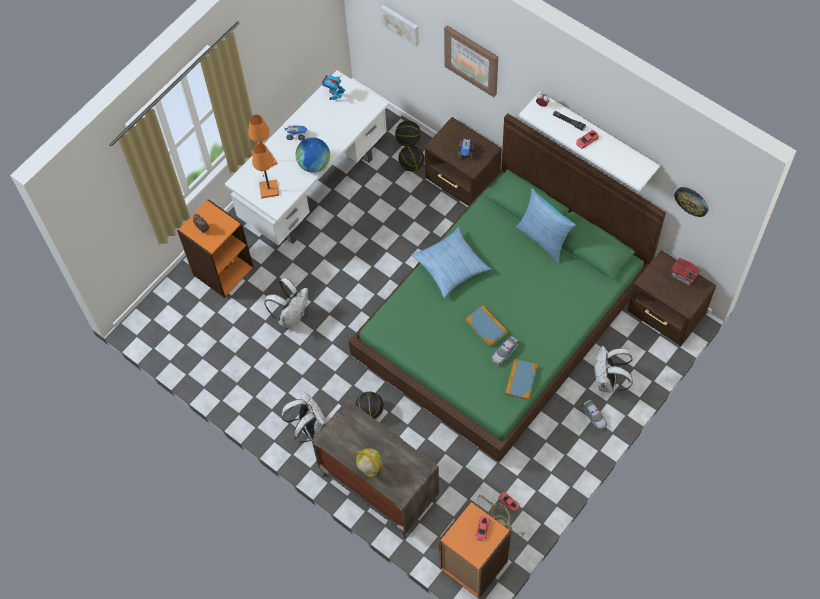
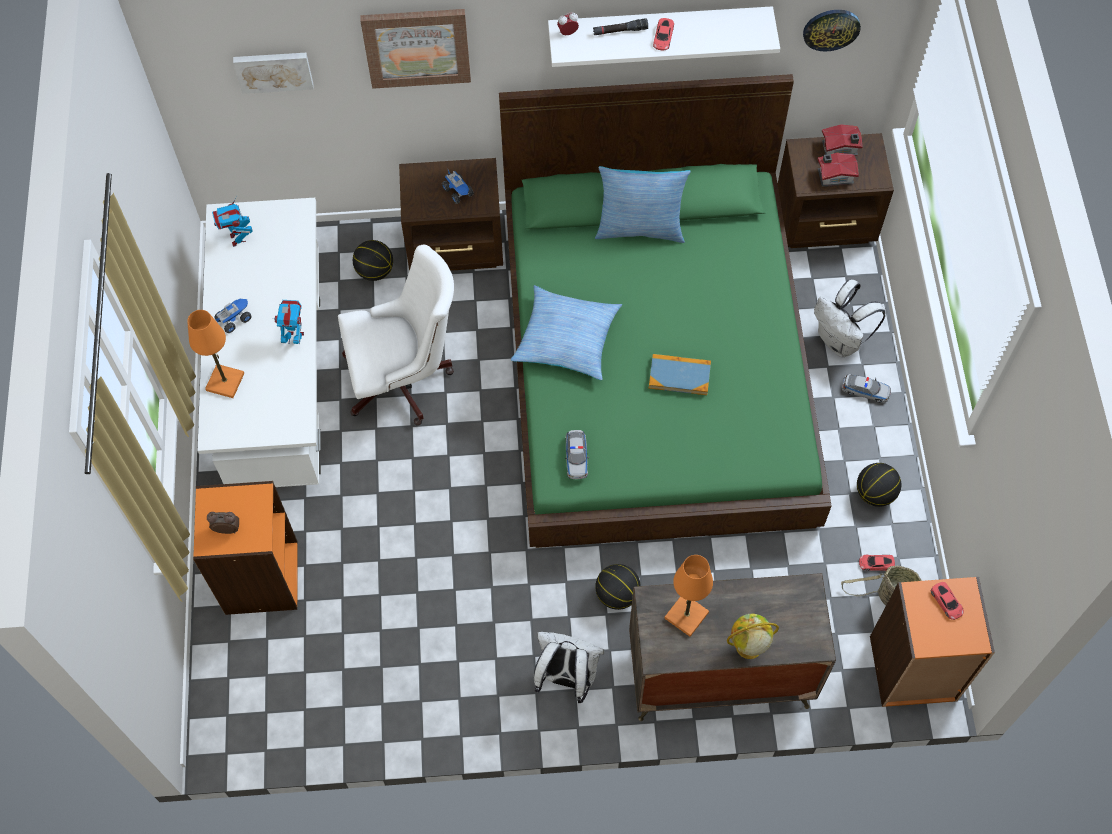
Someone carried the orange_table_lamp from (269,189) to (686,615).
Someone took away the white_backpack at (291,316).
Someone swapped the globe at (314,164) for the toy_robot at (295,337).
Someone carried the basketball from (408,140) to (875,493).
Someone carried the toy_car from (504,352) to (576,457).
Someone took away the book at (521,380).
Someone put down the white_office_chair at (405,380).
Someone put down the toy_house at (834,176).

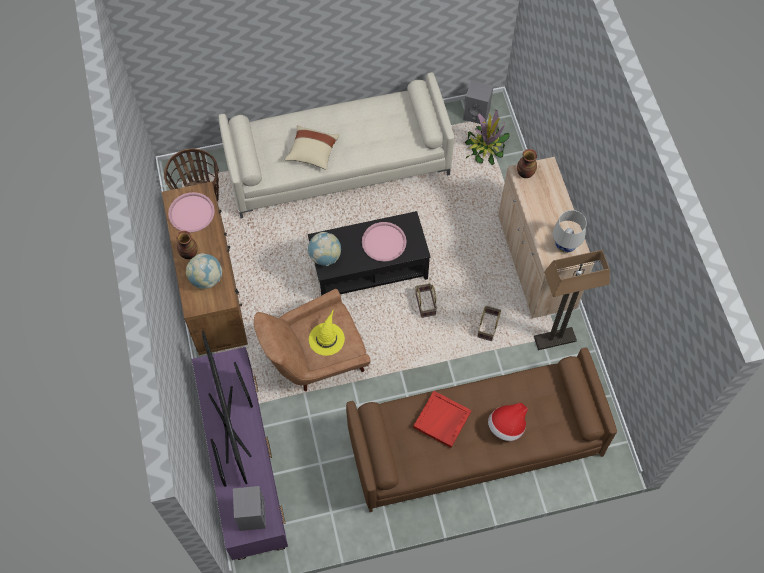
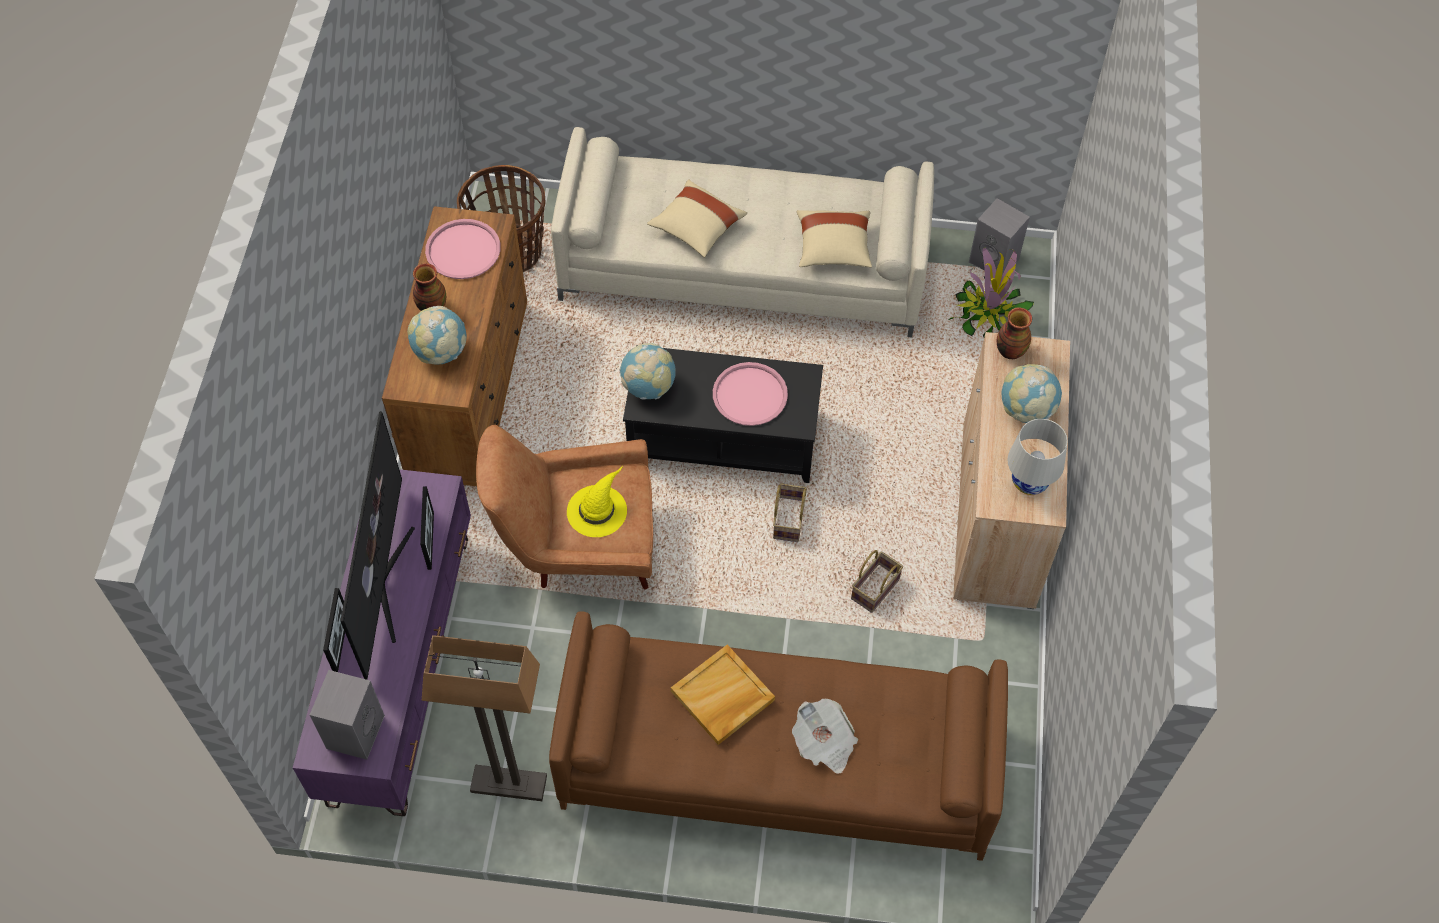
Someone repainted the red_tray at (442,420), which became the beige_tray at (722,697).
Someone swapped the hat at (507,426) for the newspaper at (824,743).
Someone carried the floor_lamp from (554,339) to (508,784).
Someone put down the beige_pillow at (833,248).
Someone put down the globe at (1026,410).

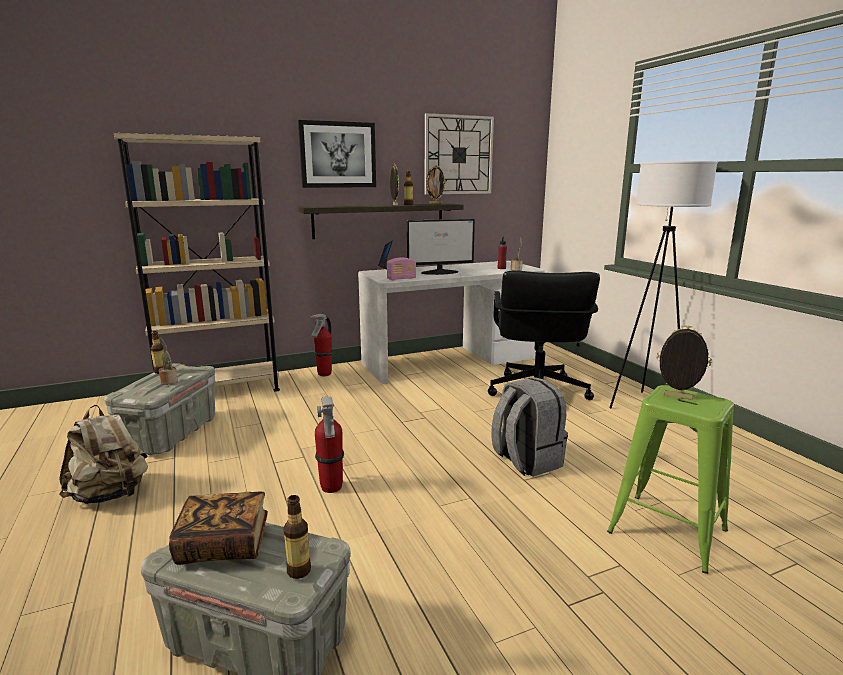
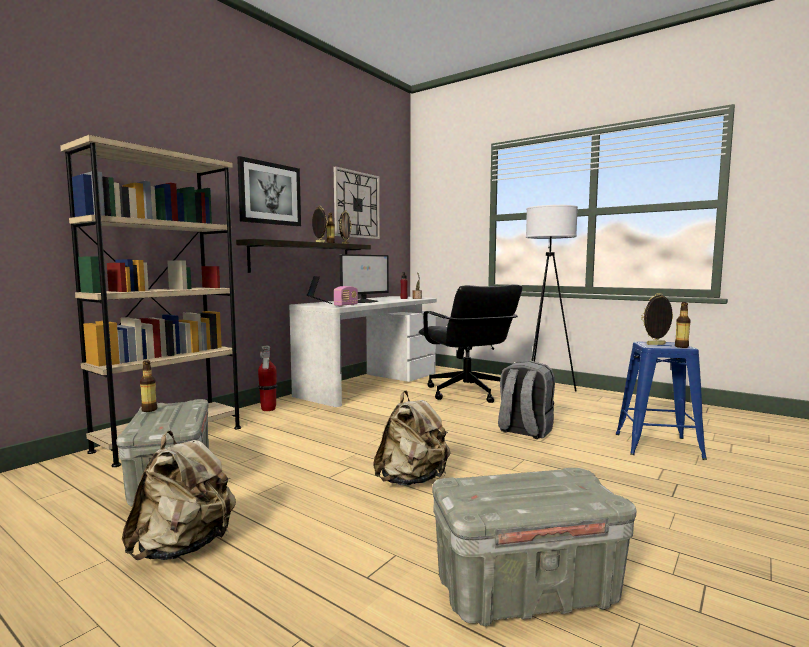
Someone took away the potted_plant at (169,381).
Someone took away the book at (223,544).
Someone carried the bottle from (299,571) to (681,347).
Someone swapped the fire_extinguisher at (331,488) for the beige_backpack at (412,480).
Someone repainted the green_stool at (668,531), which became the blue_stool at (658,446).

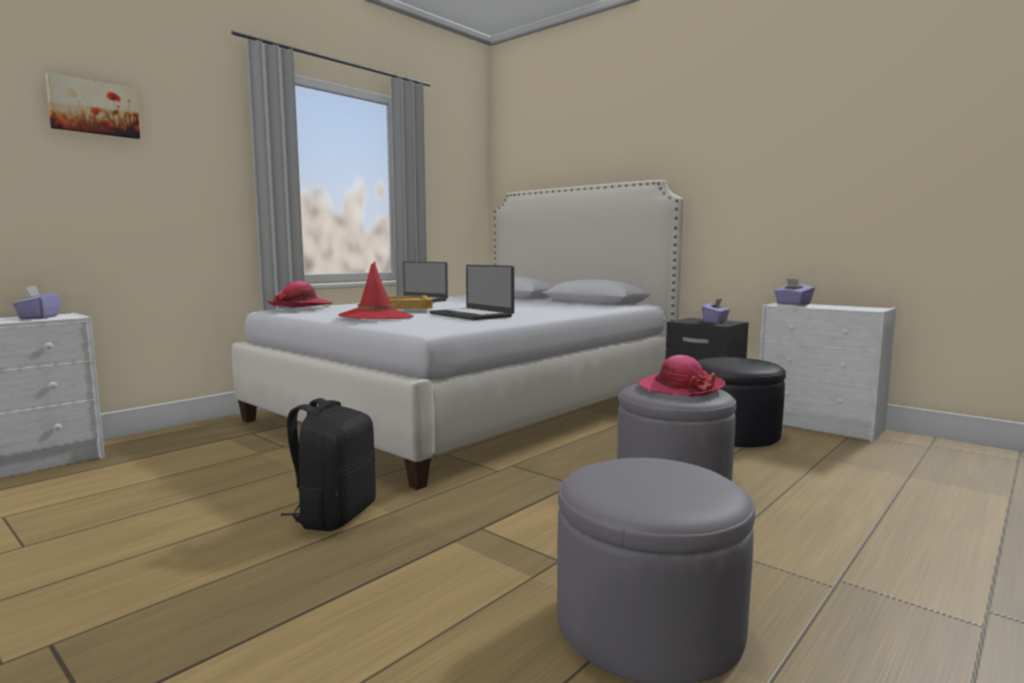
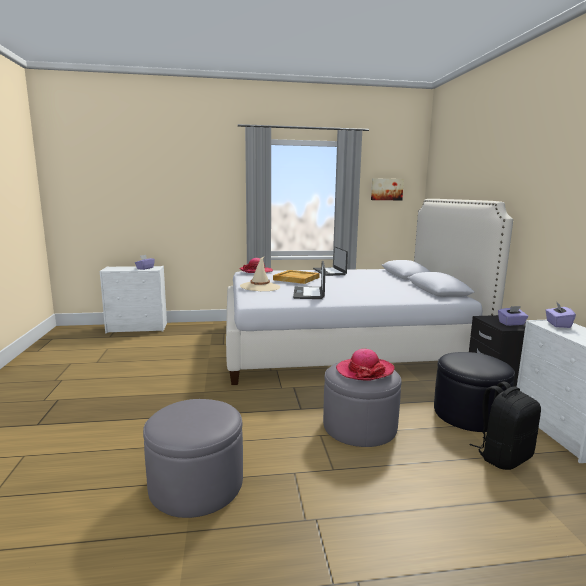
Someone carried the picture from (93,108) to (386,189).
Someone carried the black_backpack from (334,516) to (503,457).
Someone repainted the red_hat at (376,317), which became the beige_hat at (260,287).

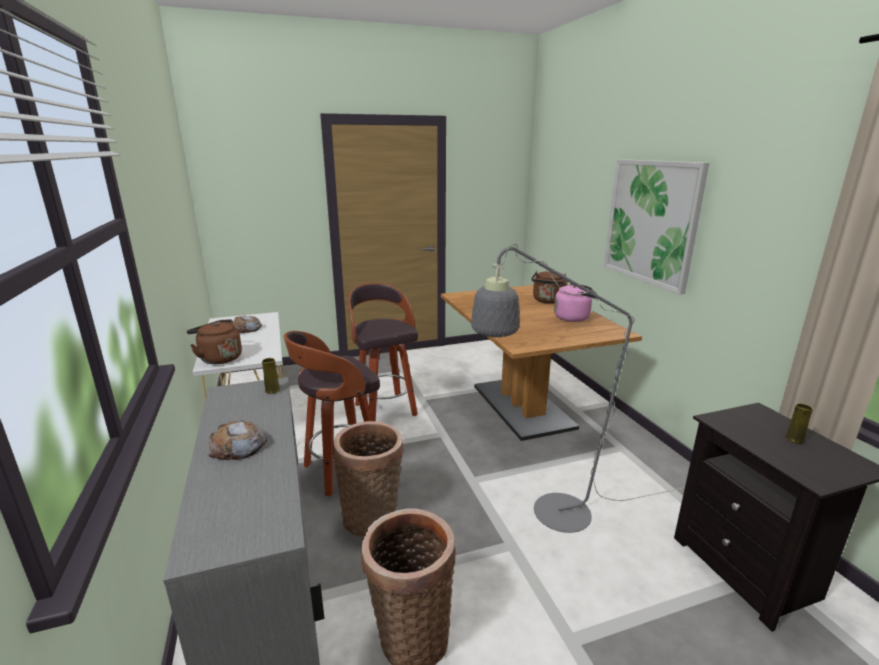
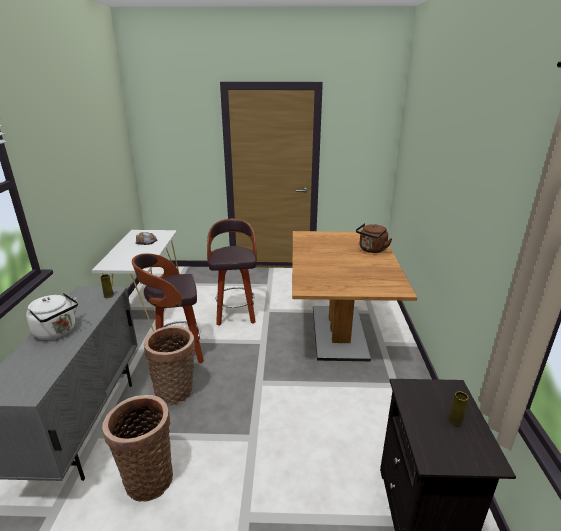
Someone took away the brown_kettle at (219,358).
Someone swapped the bread at (238,446) for the white_kettle at (58,332).
Someone took away the grey_floor_lamp at (548,515).
Someone took away the pink_kettle at (574,318).
Someone took away the picture at (651,222).

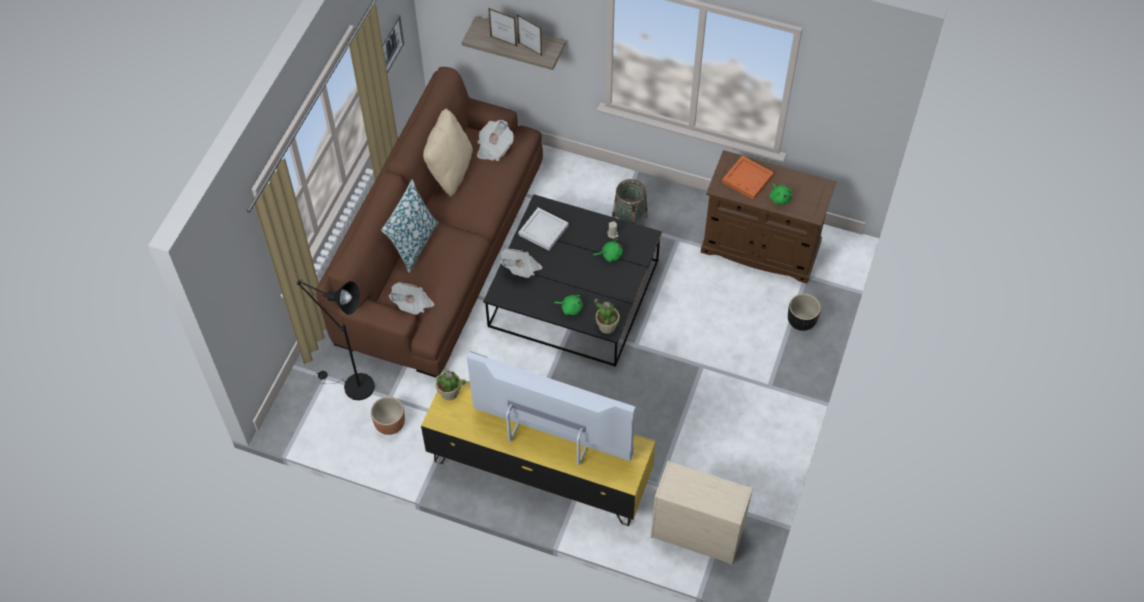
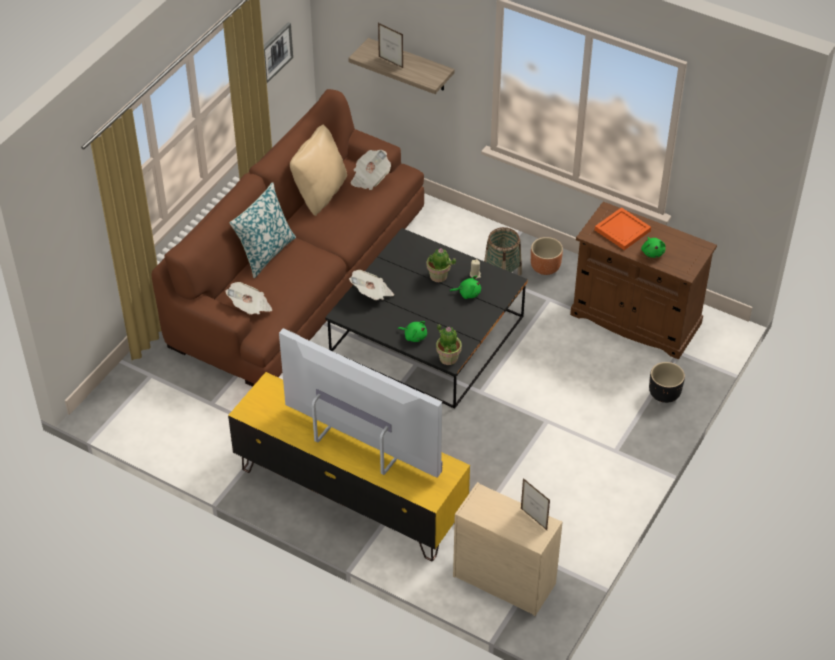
Someone took away the black_floor_lamp at (353,386).
Someone carried the brown_planter from (390,424) to (545,268).
Someone carried the potted_plant from (449,392) to (438,276).
Someone carried the picture_frame from (530,49) to (533,519).
Someone took away the white_tray at (543,229).

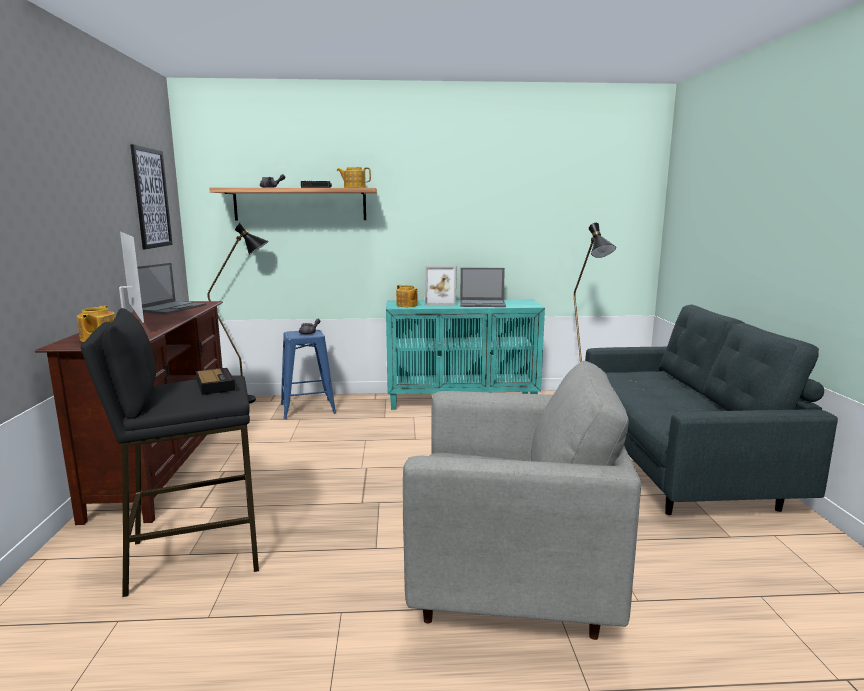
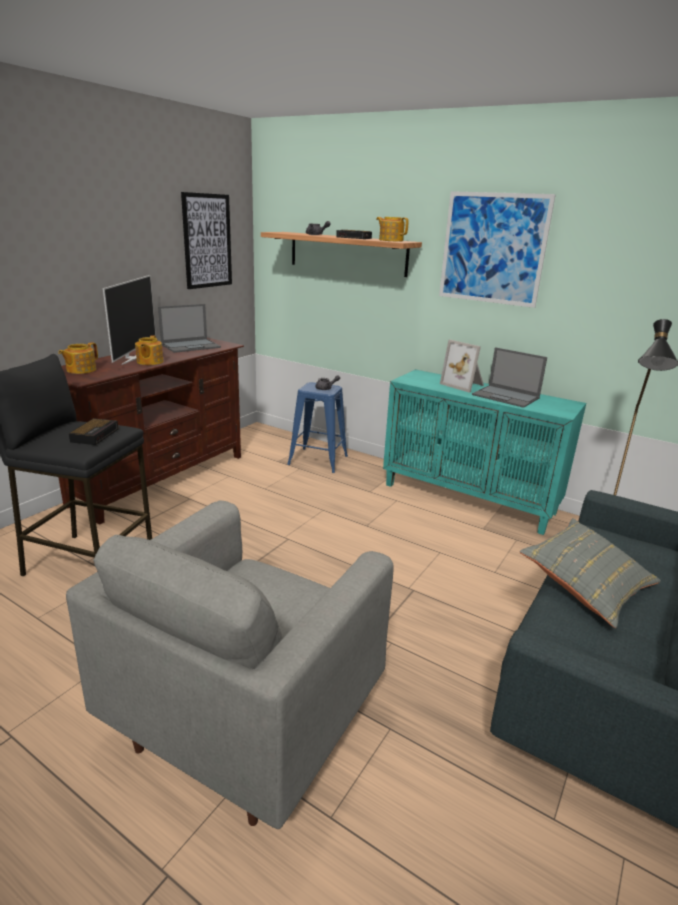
Someone took away the black_floor_lamp at (252,400).
Someone carried the teapot from (407,305) to (149,362).
Someone rotated the grey_armchair at (512,585) by 75 degrees clockwise.
Someone put up the picture at (493,249).
Someone put down the grey_pillow at (585,585).

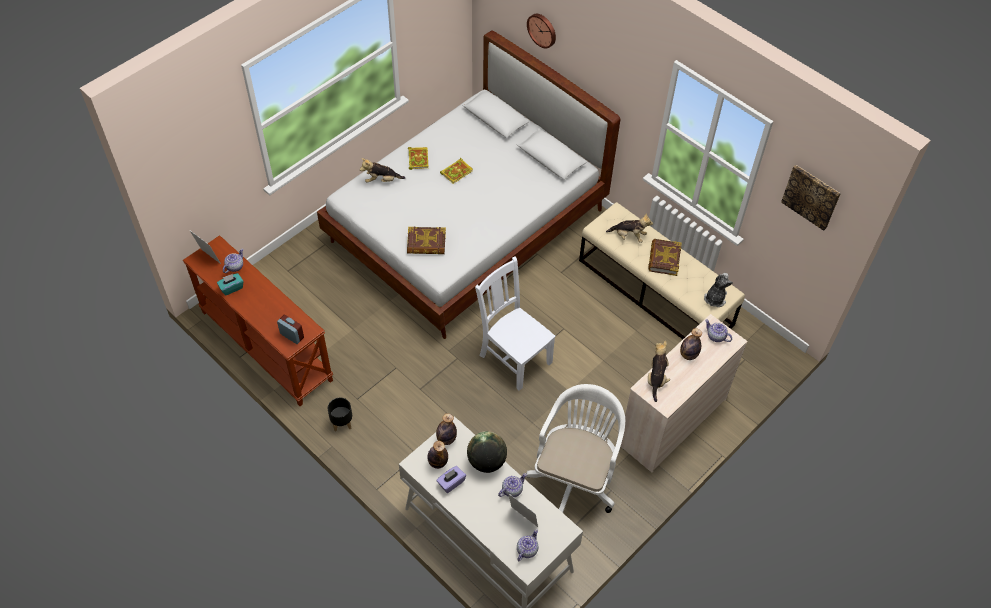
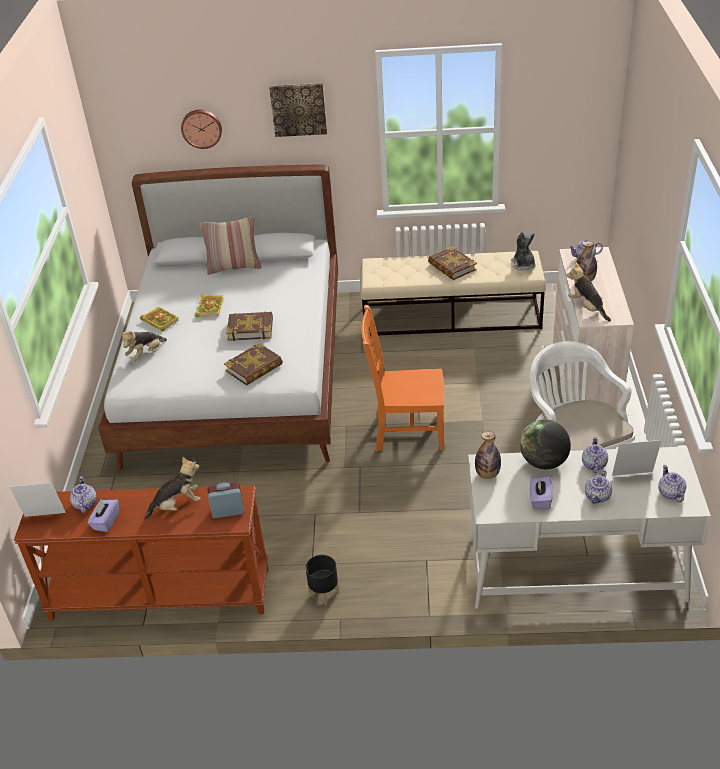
Someone repainted the turquoise_tissue_box at (231,288), which became the purple_tissue_box at (106,522).
Someone took away the bottle at (438,462).
Someone repainted the white_chair at (514,357), which became the orange_chair at (406,431).
Someone carried the plush_toy from (629,236) to (177,505).
Someone carried the picture from (811,196) to (298,109).
Someone put down the pillow at (234,267).
Someone put down the book at (250,329).
Someone put down the teapot at (598,497).

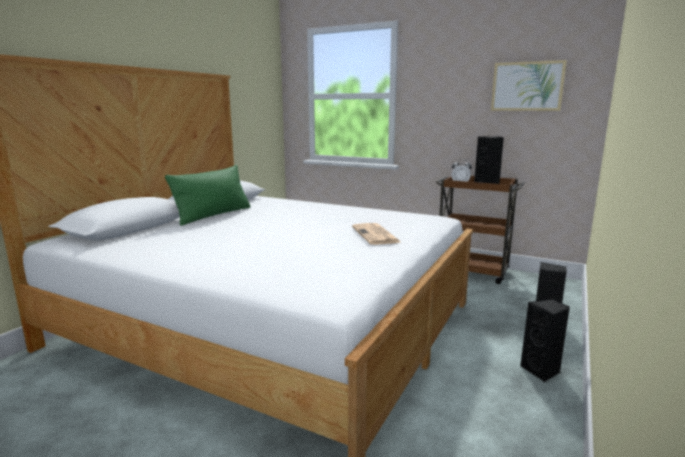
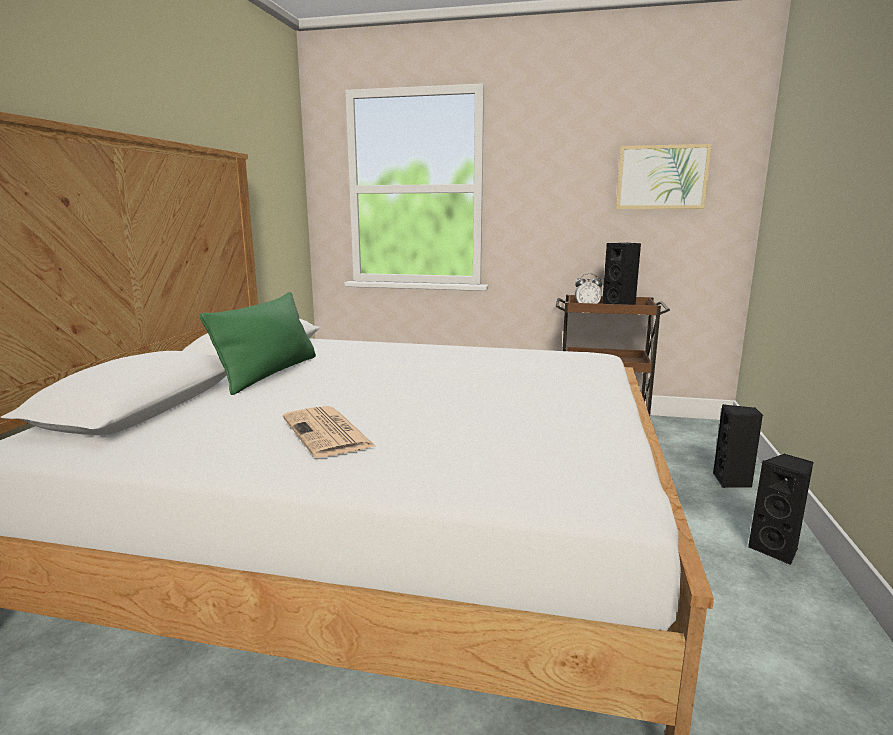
Someone carried the newspaper from (376,235) to (328,433).

